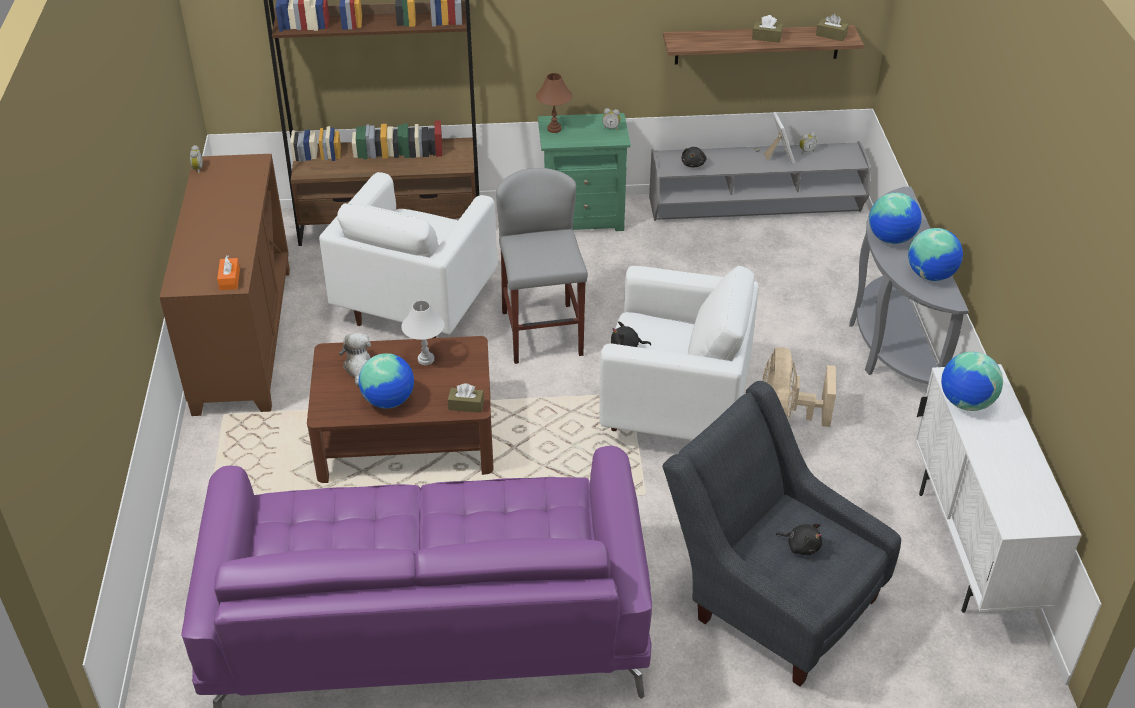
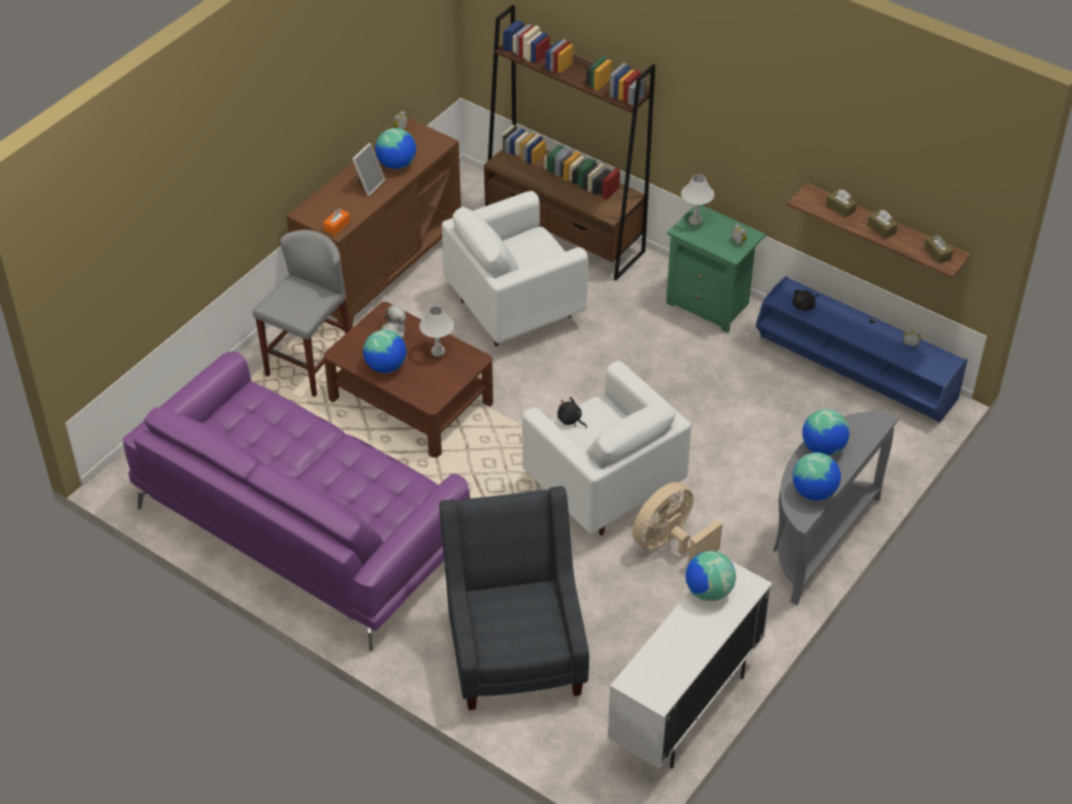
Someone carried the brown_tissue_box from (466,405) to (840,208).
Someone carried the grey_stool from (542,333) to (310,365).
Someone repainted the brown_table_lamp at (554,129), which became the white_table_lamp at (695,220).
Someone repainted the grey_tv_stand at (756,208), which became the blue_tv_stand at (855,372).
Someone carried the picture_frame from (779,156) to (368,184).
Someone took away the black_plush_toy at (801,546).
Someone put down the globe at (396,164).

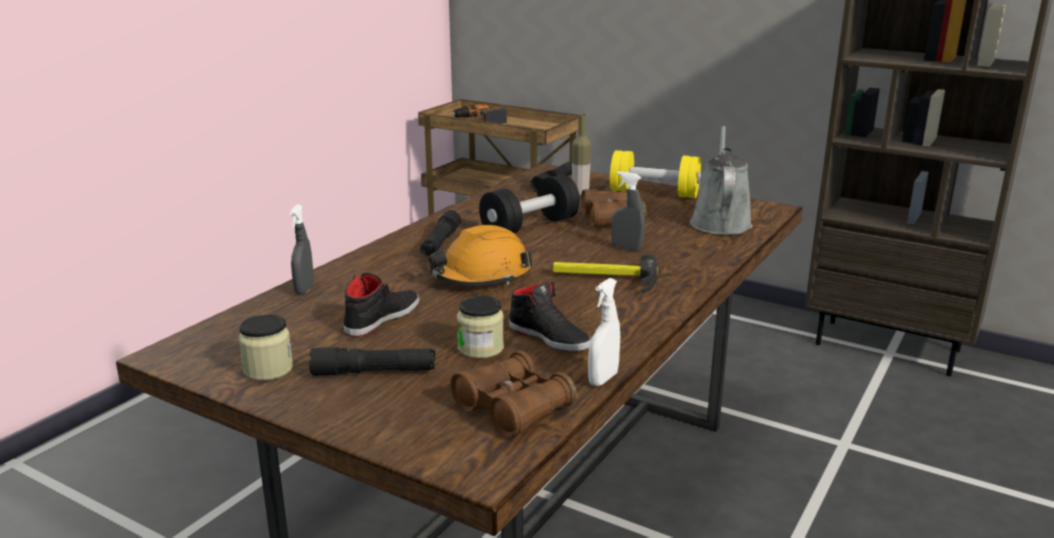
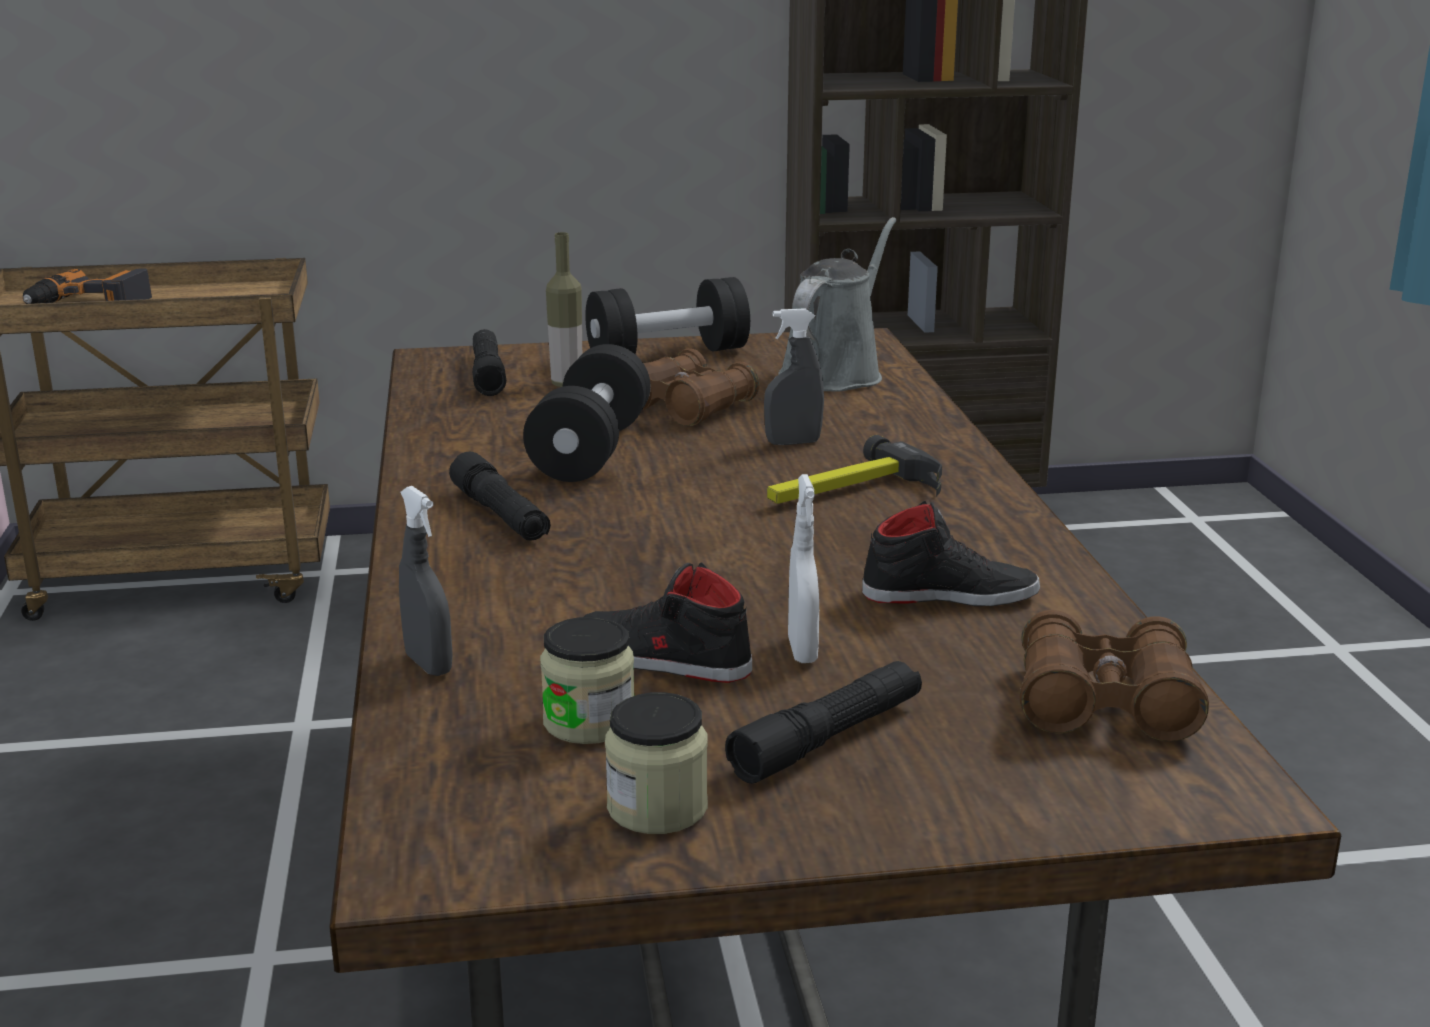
Someone rotated the black_shoe at (382,318) by 60 degrees counterclockwise.
Someone took away the orange_hard_hat at (481,276).
Someone carried the jar from (480,348) to (589,722).
Someone carried the white_spray_bottle from (603,379) to (802,651).
Someone repainted the yellow_dumbbell at (654,193), which became the black_dumbbell at (668,355).
Someone rotated the grey_watering_can at (720,222) by 60 degrees clockwise.

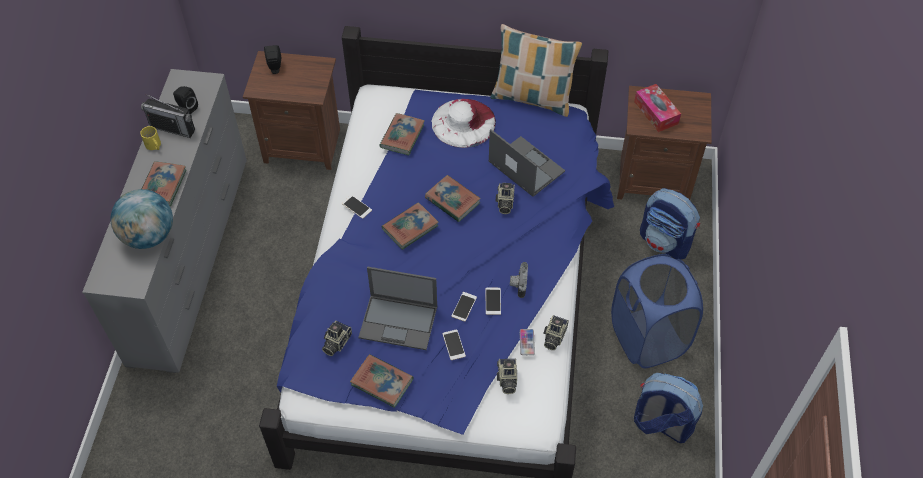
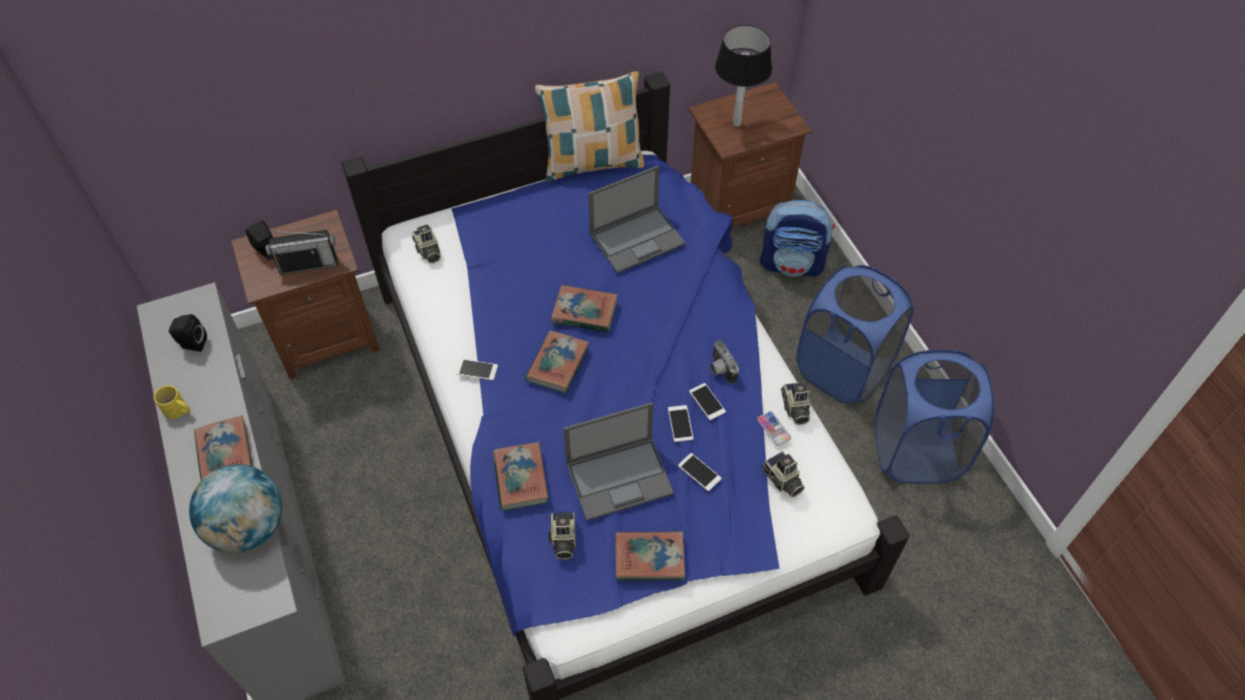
Someone carried the radio from (173,128) to (309,265).
Someone carried the book from (402,136) to (520,478).
Someone took away the white_hat at (463,122).
Someone rotated the laptop at (525,166) by 135 degrees clockwise.
Someone carried the photo_camera from (504,203) to (428,252).
Someone swapped the tissue_box at (656,113) for the table_lamp at (736,124).
Someone swapped the backpack at (661,423) for the blue_laundry_basket at (915,452).

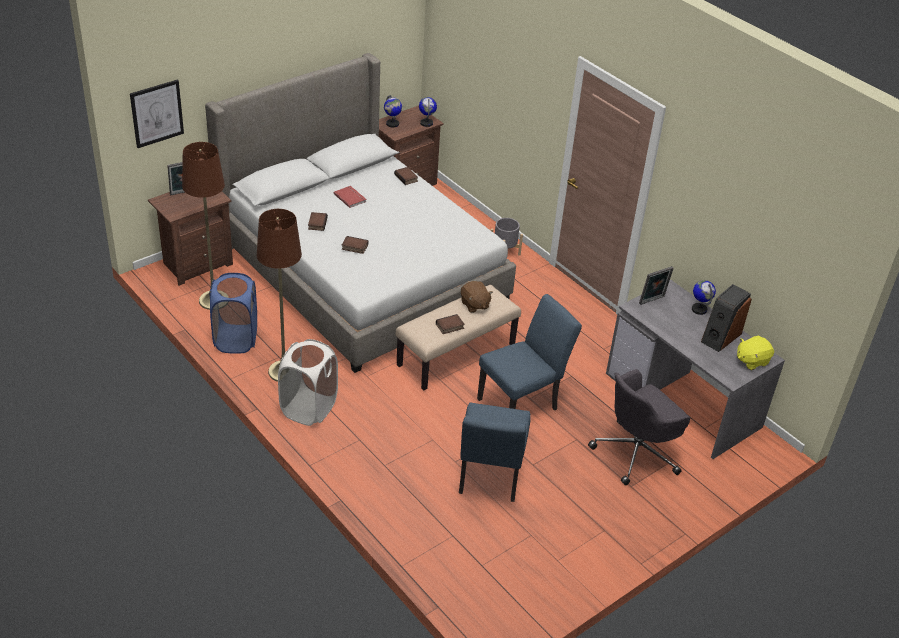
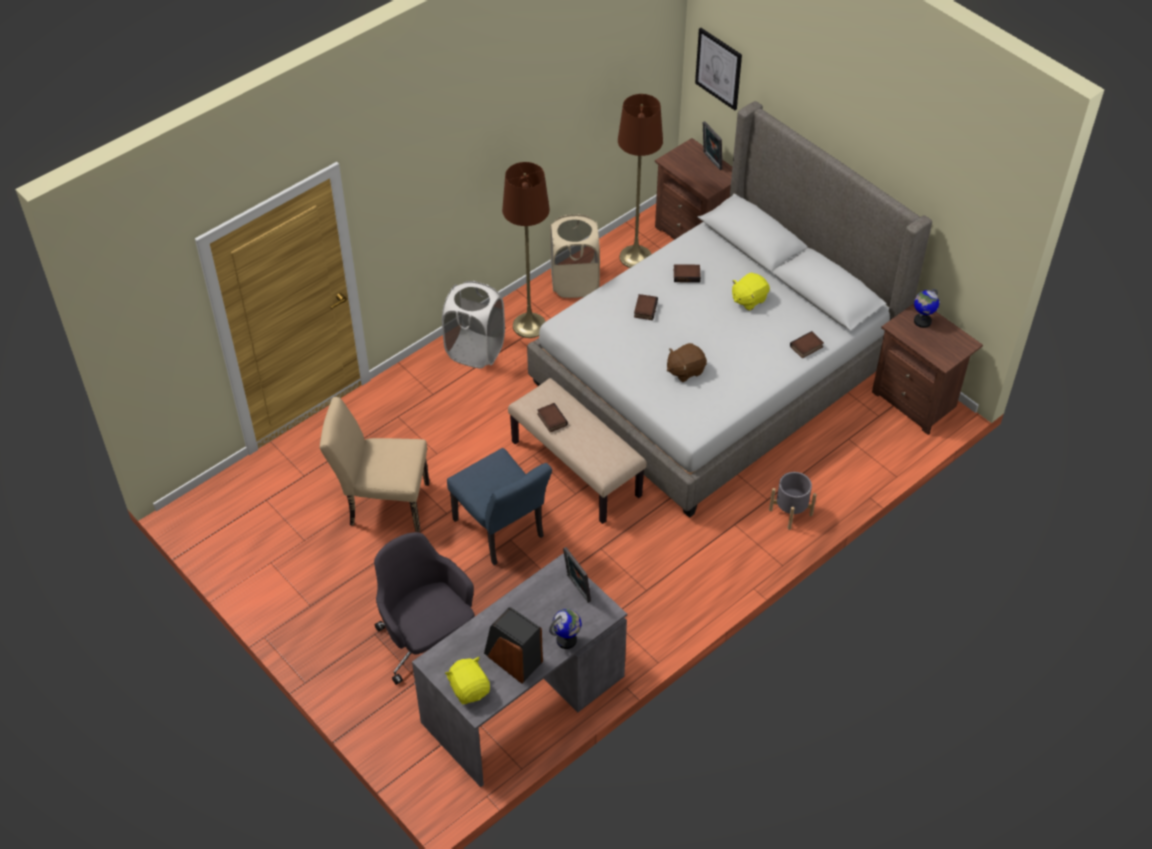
Someone repainted the blue_laundry_basket at (236,339), which became the beige_laundry_basket at (574,282).
Someone swapped the red_book at (350,197) for the yellow_plush_toy at (748,299).
Someone took away the globe at (426,123).
Someone repainted the blue_chair at (489,478), which became the beige_chair at (382,503).
Someone carried the brown_plush_toy from (474,305) to (685,370).

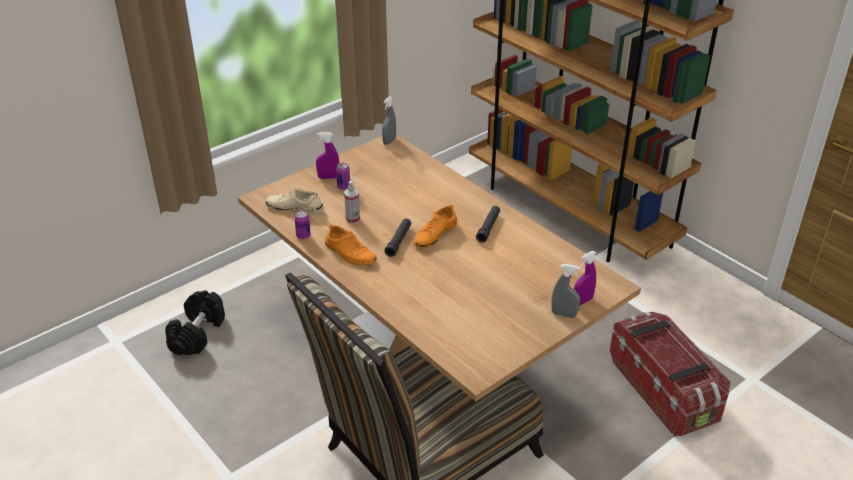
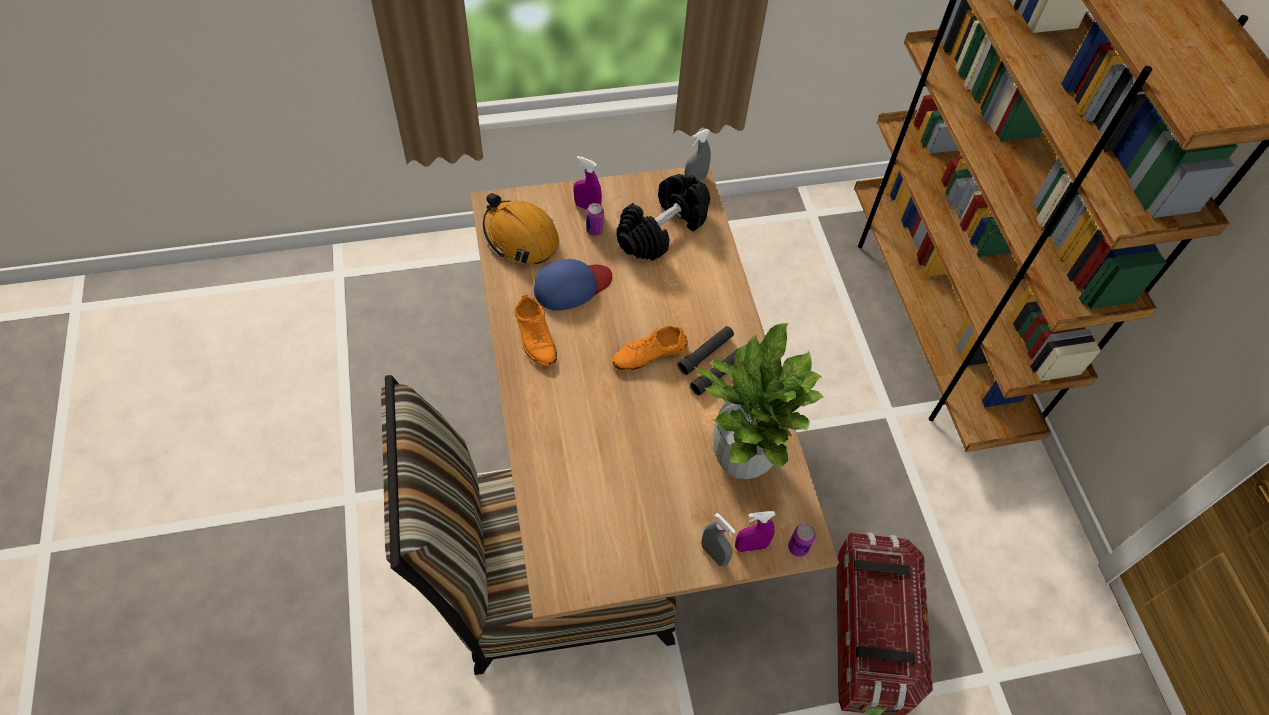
Someone carried the black_dumbbell from (197,333) to (662,229).
Someone swapped the beige_shoe at (295,207) for the orange_hard_hat at (521,237).
Someone carried the can from (303,236) to (798,547).
Someone swapped the spray_bottle at (353,219) for the blue_cap at (572,286).
Someone carried the black_flashlight from (398,241) to (705,353).
Someone put down the potted_plant at (742,458).

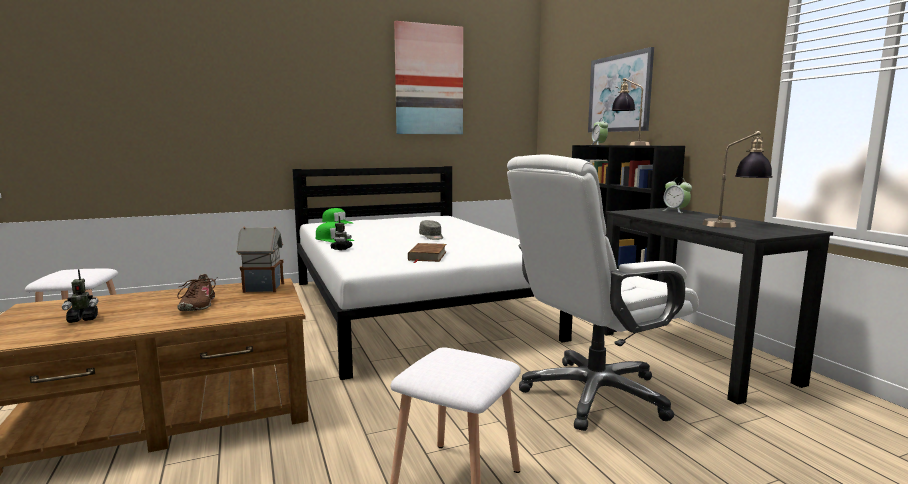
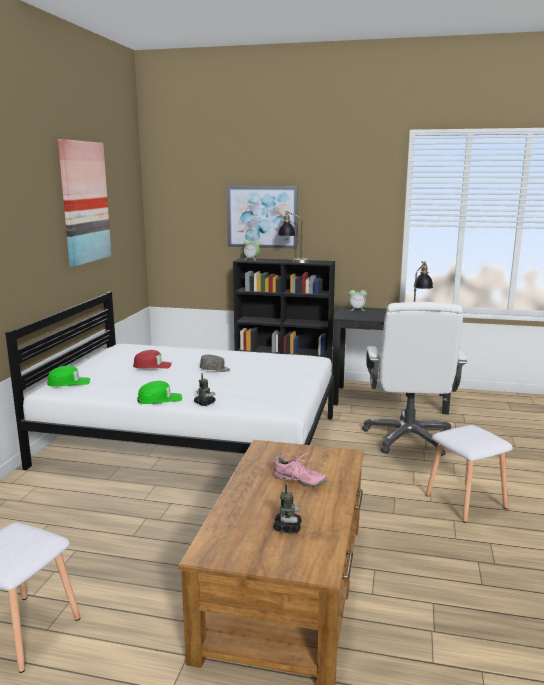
Someone repainted the brown_shoe at (197,305), which became the pink_shoe at (299,480).
Someone took away the toy_house at (262,288).
Someone took away the brown_book at (427,256).
Someone put down the red_cap at (152,365).

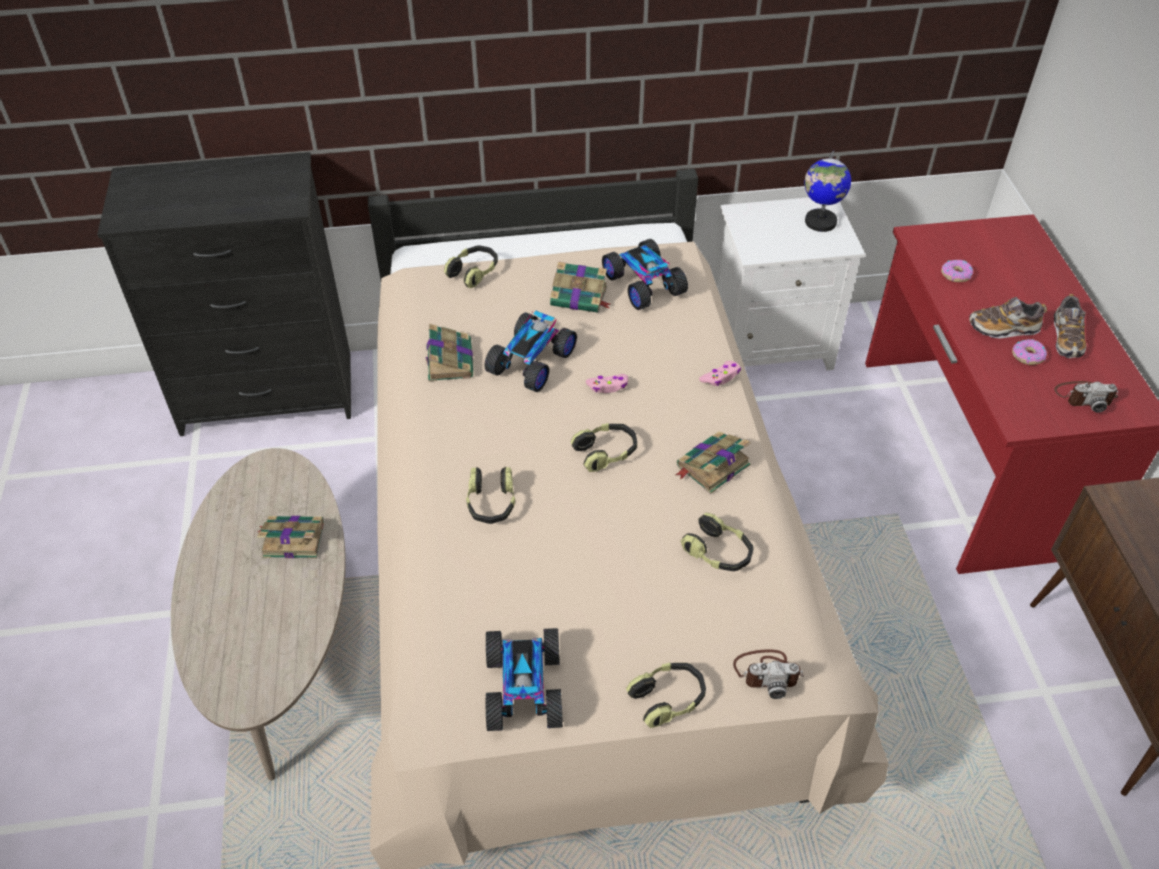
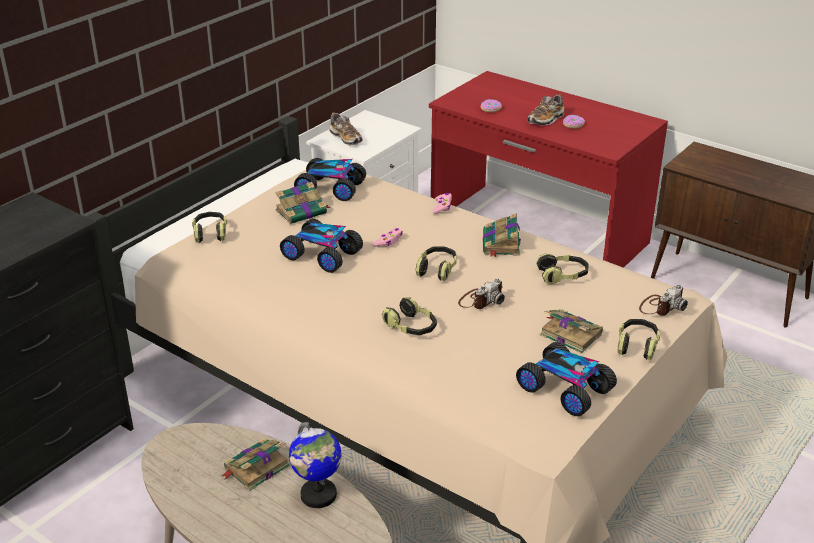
Someone carried the book from (450,360) to (569,334).
Someone rotated the toy_car at (530,361) by 135 degrees clockwise.
Someone carried the globe from (820,222) to (318,495).
Someone carried the shoe from (1066,338) to (345,138).
Someone carried the photo_camera from (1084,397) to (481,300).

